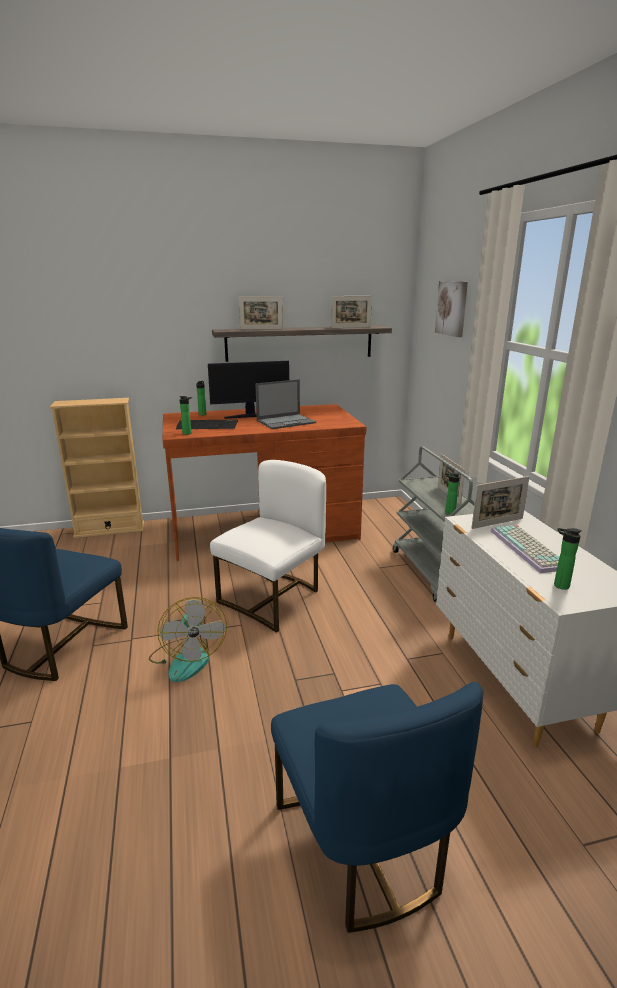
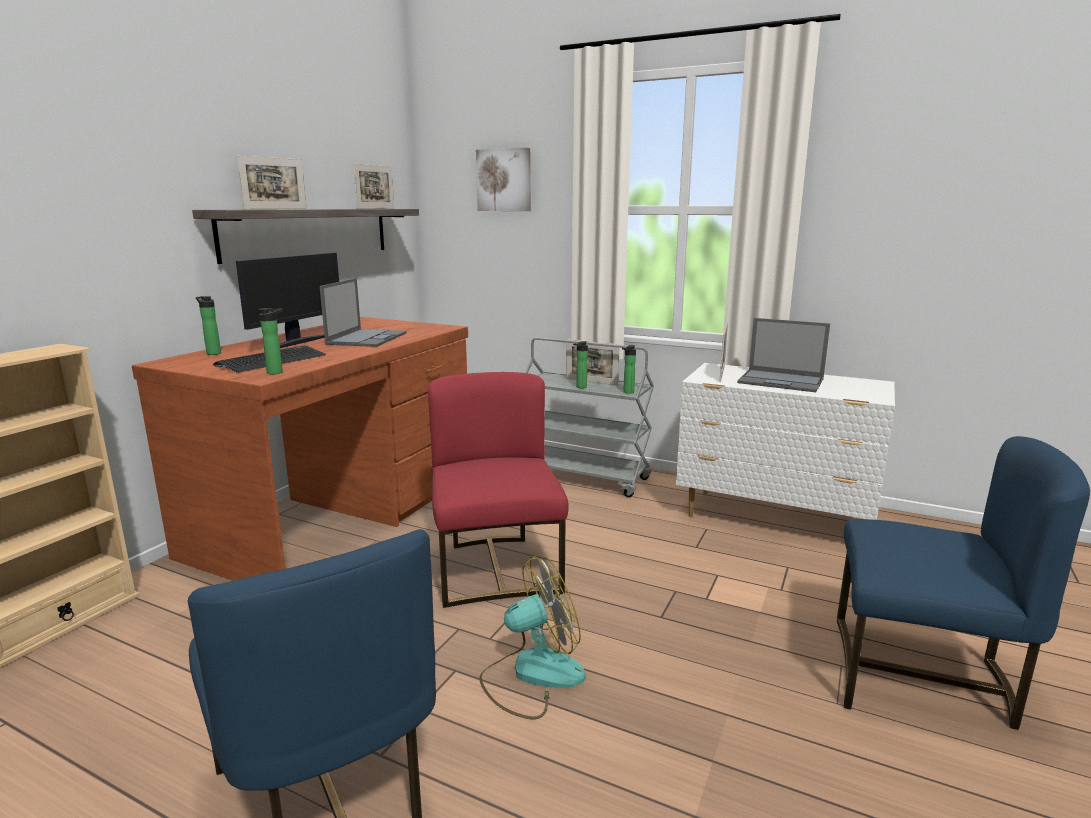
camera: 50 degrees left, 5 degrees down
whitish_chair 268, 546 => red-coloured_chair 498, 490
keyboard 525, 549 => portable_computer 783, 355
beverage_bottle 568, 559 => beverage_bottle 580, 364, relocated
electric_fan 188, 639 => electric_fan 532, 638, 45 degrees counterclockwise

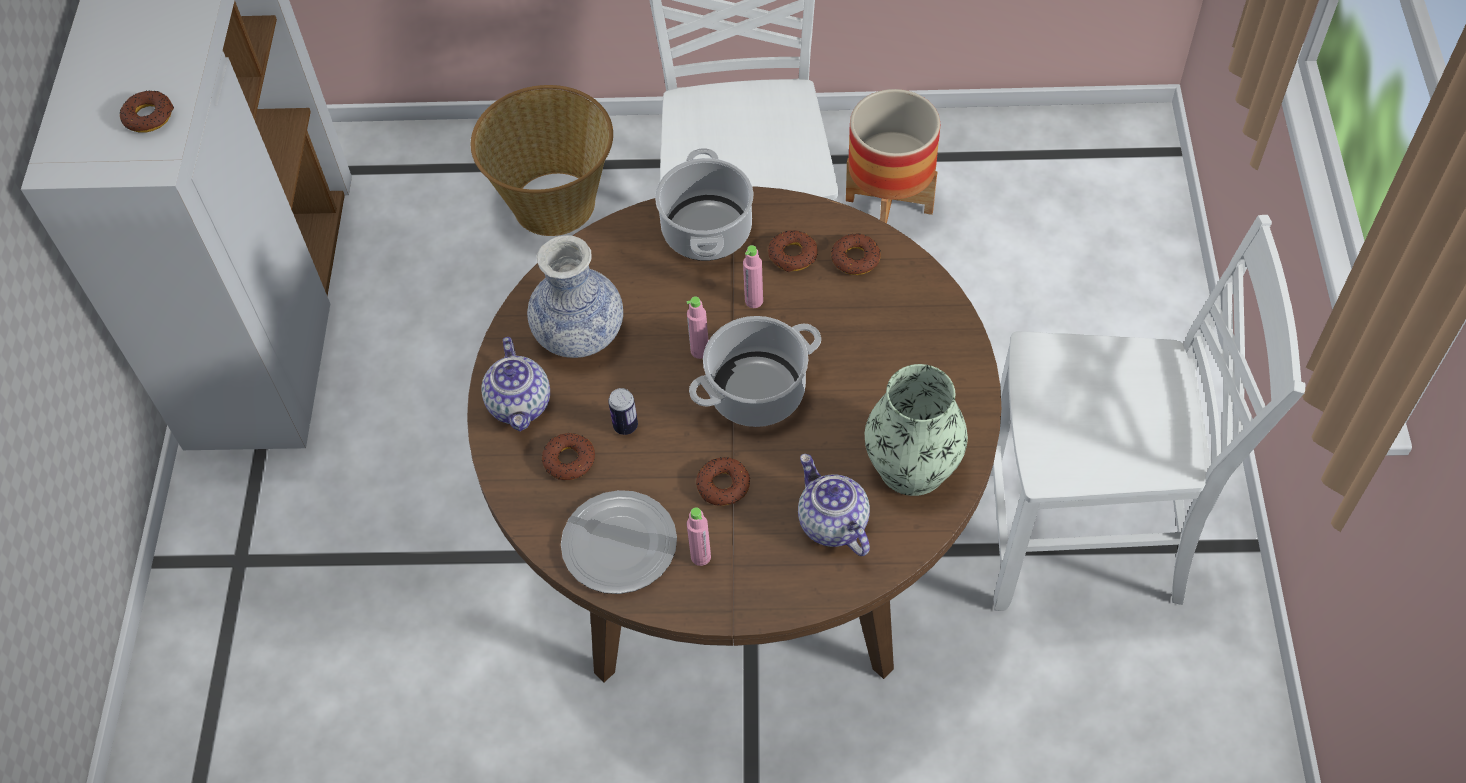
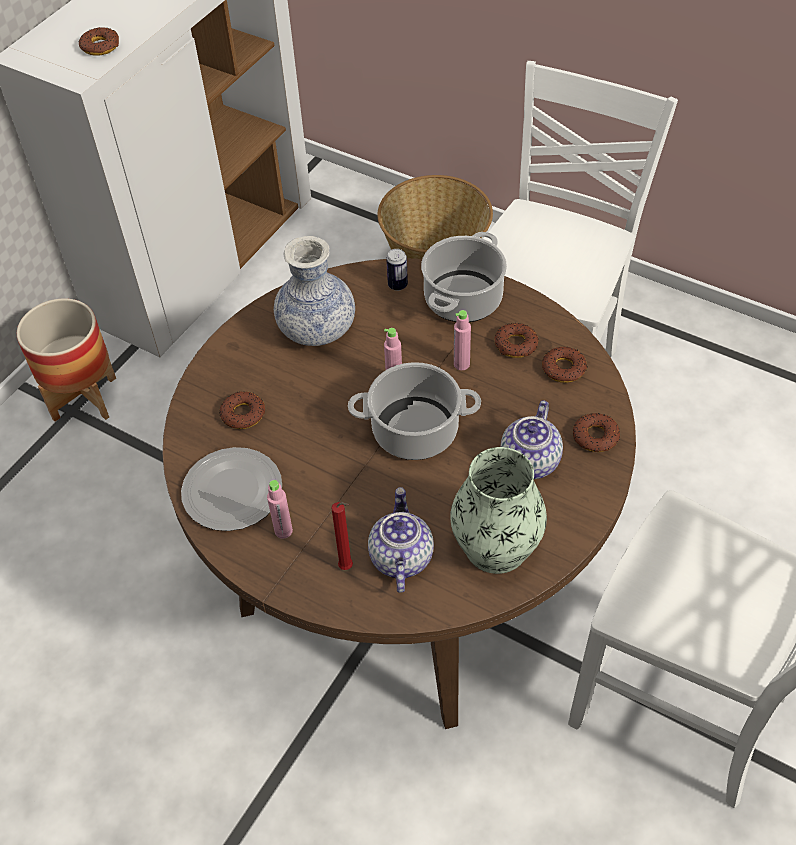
camera: 30 degrees right, 5 degrees down
plant_pot 893, 156 => plant_pot 66, 360, relocated
tea_pot 516, 384 => tea_pot 531, 439, relocated
sealed_can 623, 411 => sealed_can 397, 270, relocated
donut 723, 481 => donut 596, 432, relocated
nothing => red-coloured_wax_light 342, 536

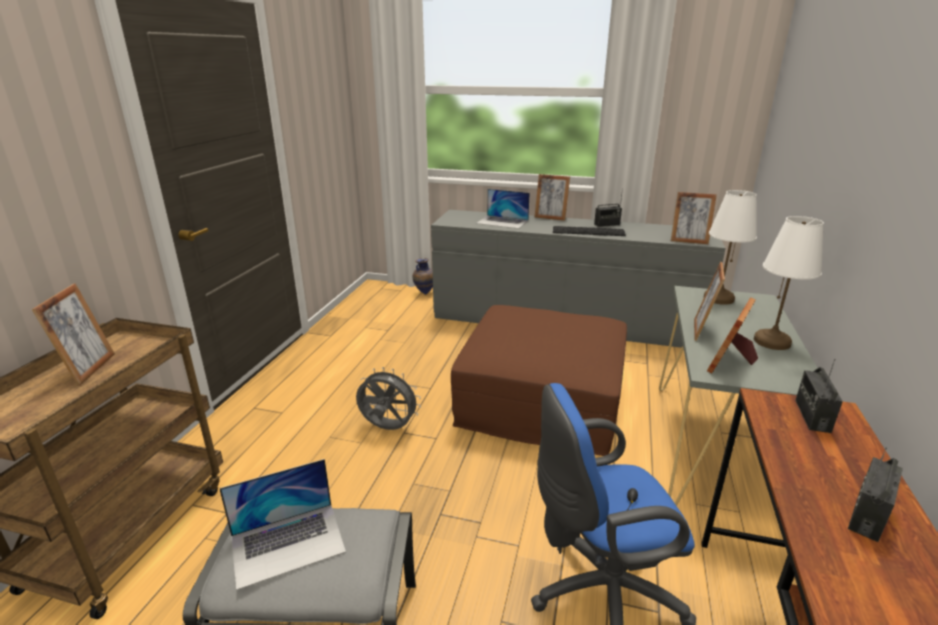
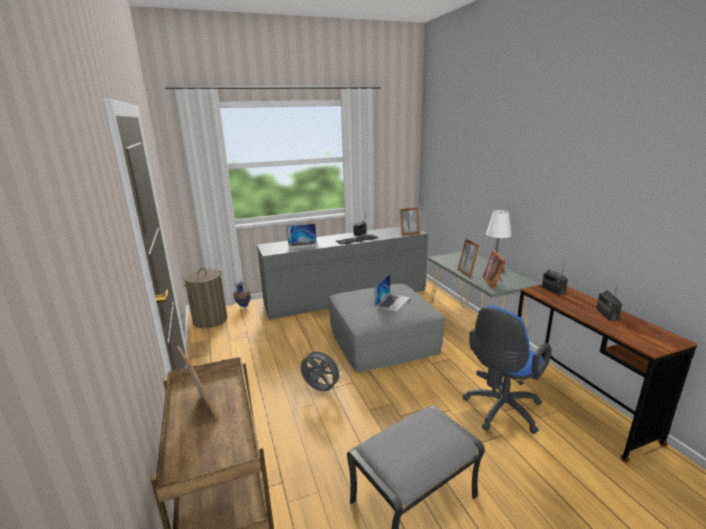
camera: 35 degrees left, 5 degrees down
standing_frame 552, 197 => nothing
whitish_tabletop_lamp 730, 247 => nothing
brown-coloured_footrest 539, 380 => gray_footrest 386, 328
gray_electric_fan 388, 398 => gray_electric_fan 322, 369, 45 degrees clockwise
portable_computer 282, 524 => portable_computer 393, 293, relocated
nothing => laundry_basket 205, 298

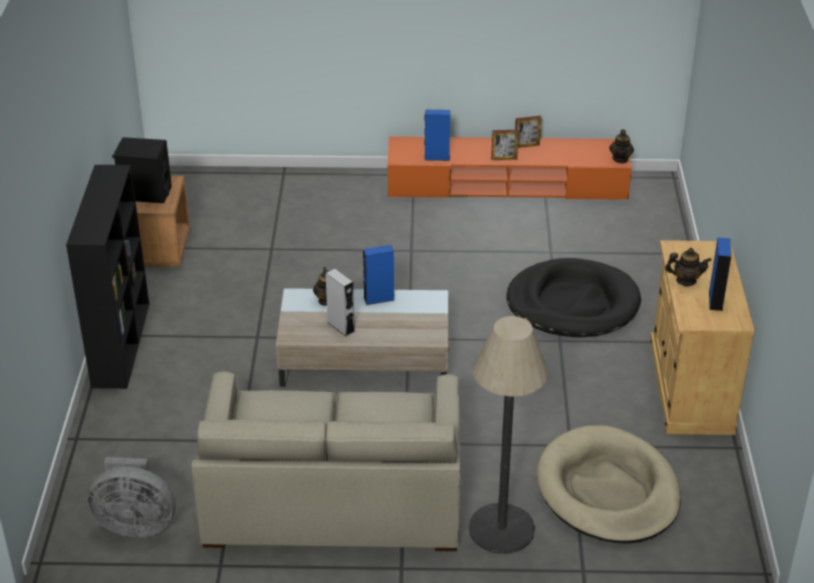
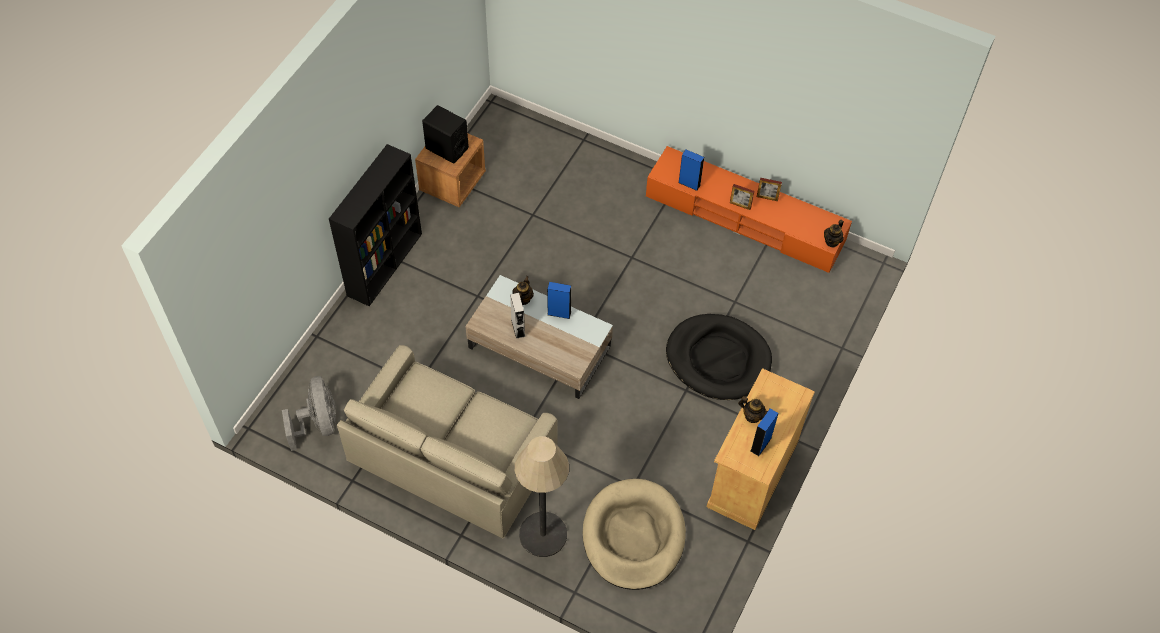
camera: 25 degrees right, 20 degrees up
gray_electric_fan 132, 497 => gray_electric_fan 309, 413, 135 degrees counterclockwise

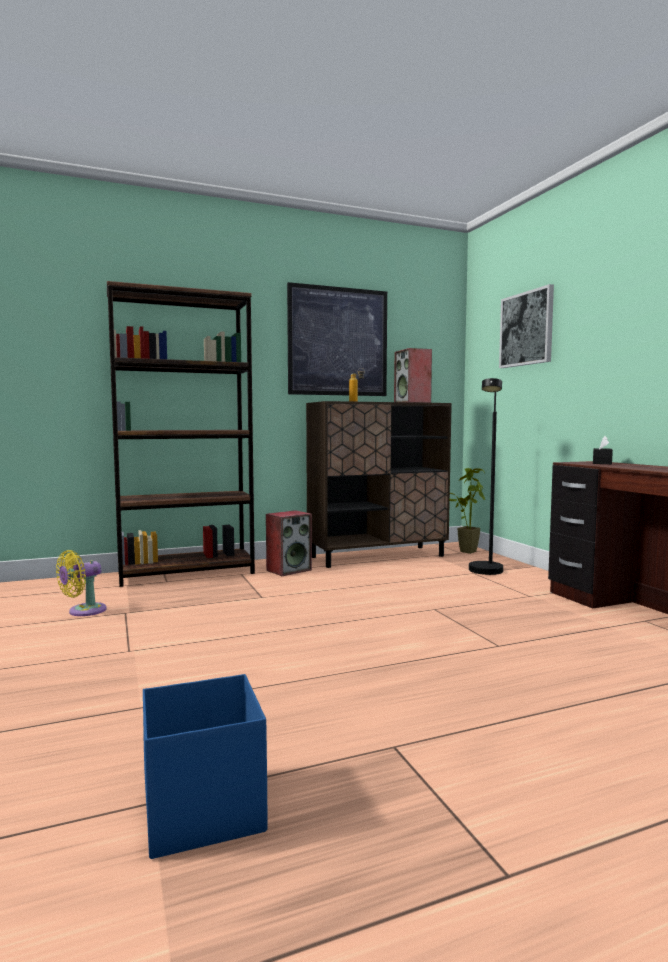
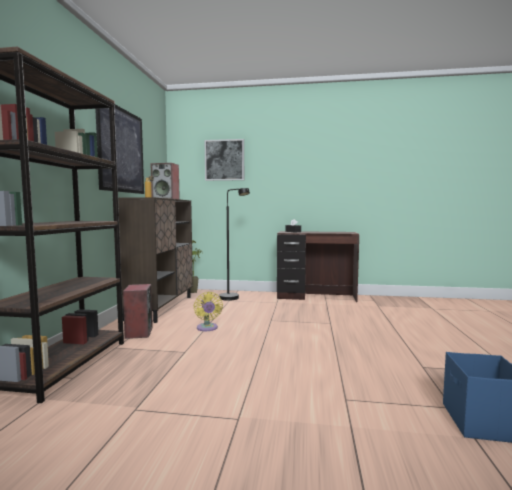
camera: 60 degrees left, 0 degrees up
yellow-coloured_electric_fan 81, 583 => yellow-coloured_electric_fan 208, 311, relocated

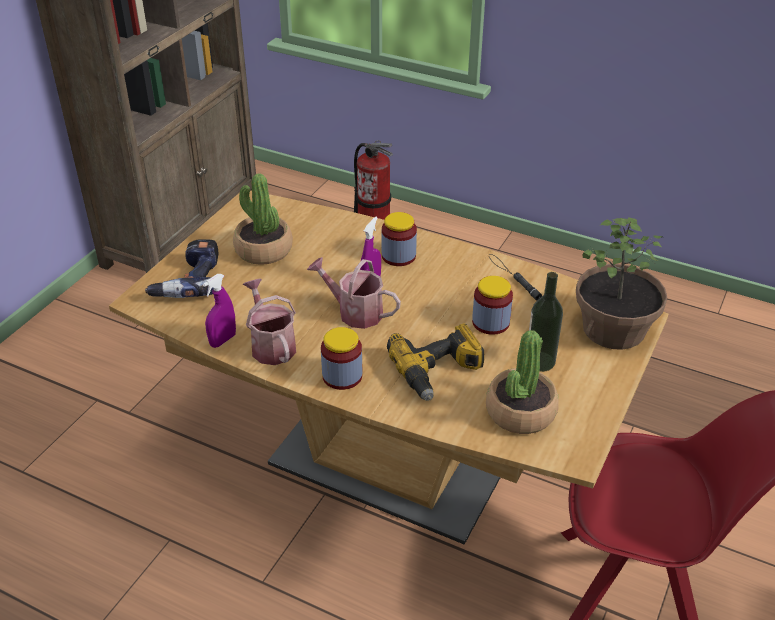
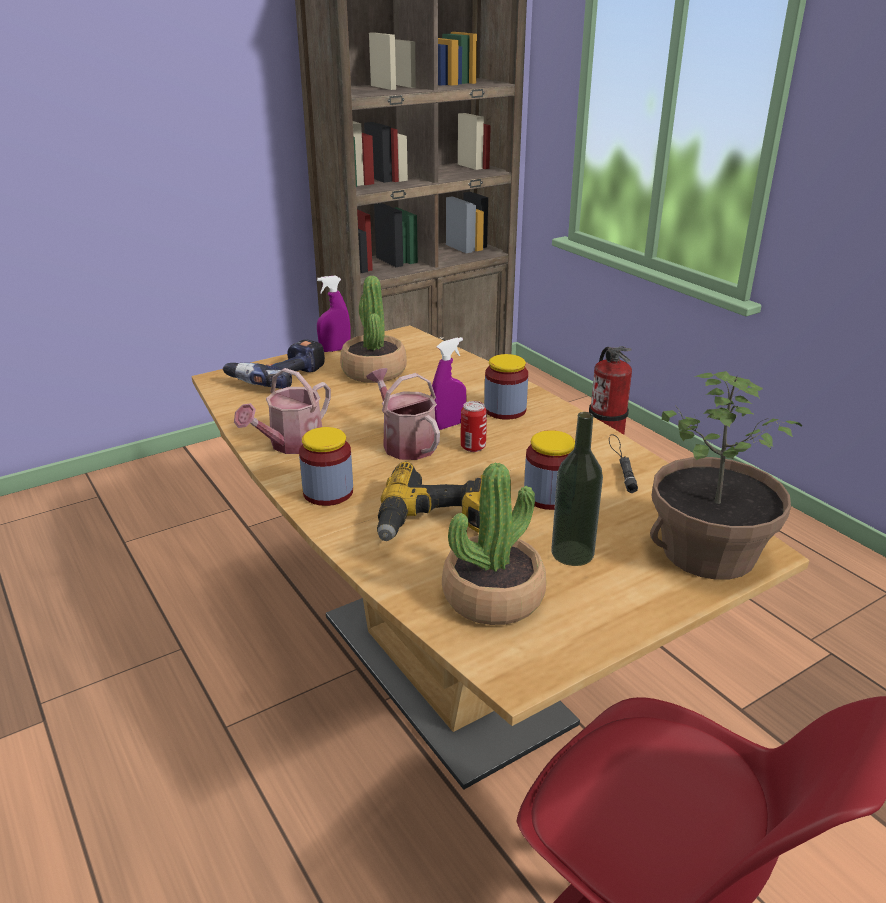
camera: 30 degrees right, 10 degrees down
purple_sprayer 219, 311 => purple_sprayer 333, 314, relocated
sprinkling_can 269, 322 => sprinkling_can 282, 411, 150 degrees counterclockwise
nothing => sealed_can 474, 426

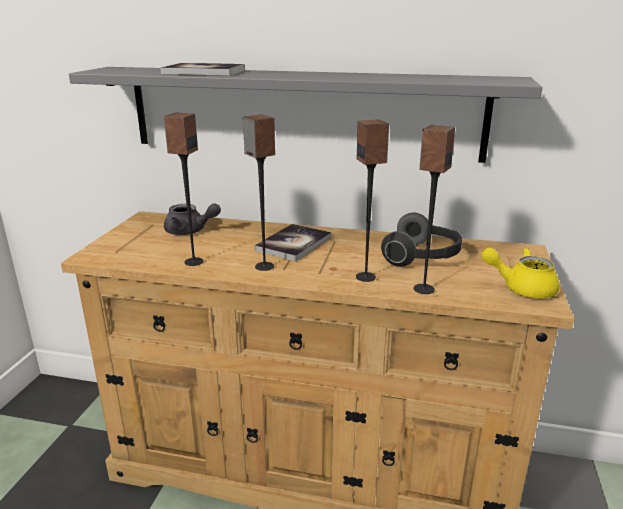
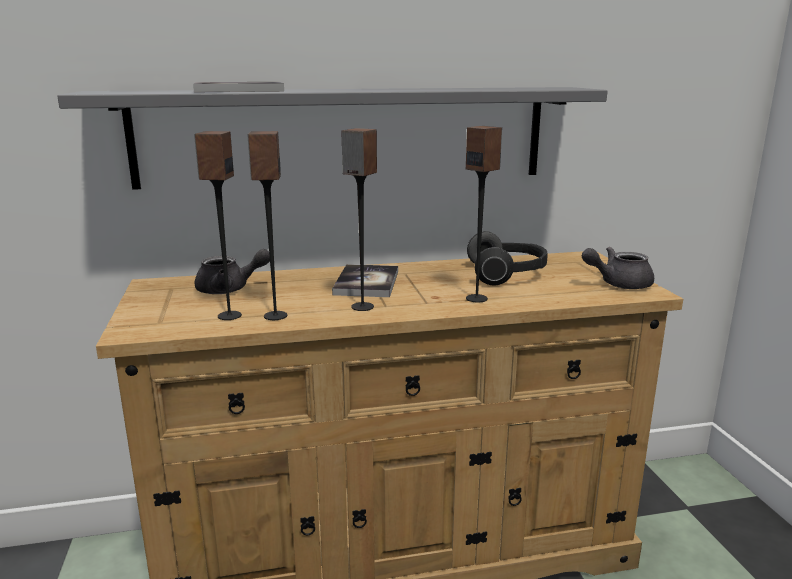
camera: 25 degrees left, 5 degrees down
loudspeaker 434, 209 => loudspeaker 218, 225, relocated
yellow-coloured_tea_pot 520, 273 => gray_tea_pot 618, 268

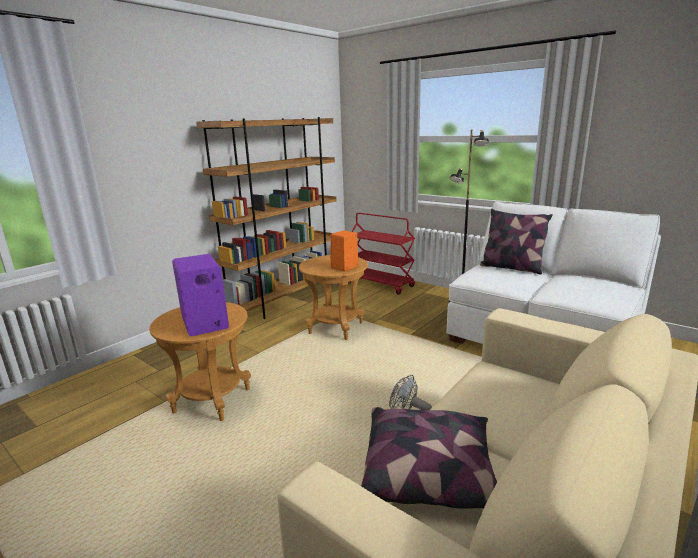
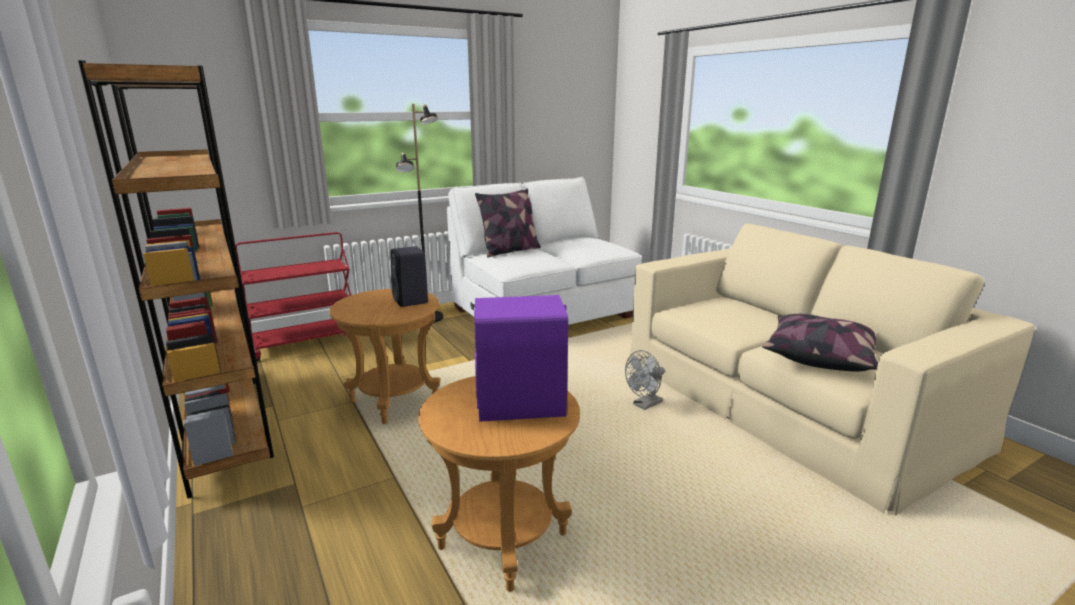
camera: 70 degrees left, 0 degrees up
orange-coloured_loudspeaker 344, 250 => black_loudspeaker 409, 276

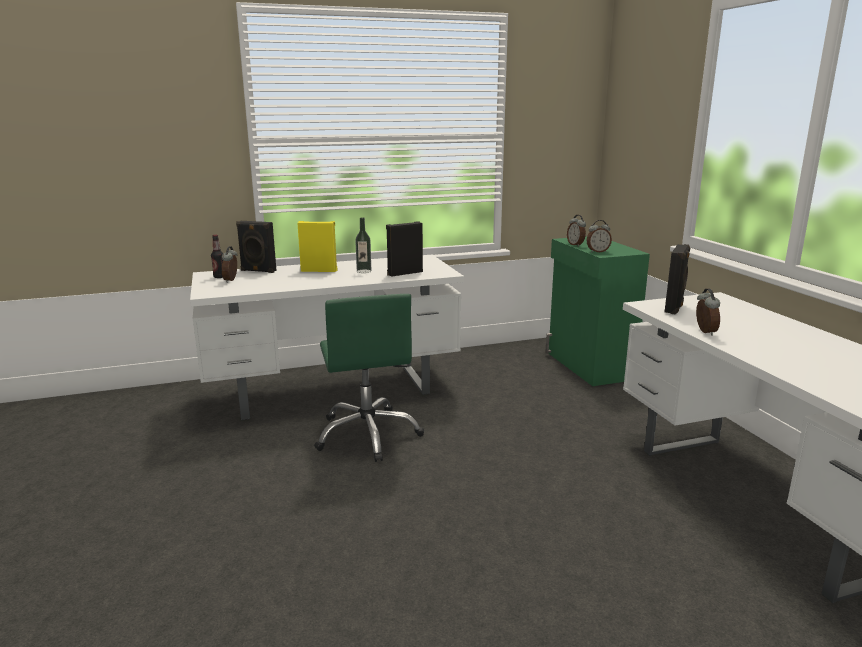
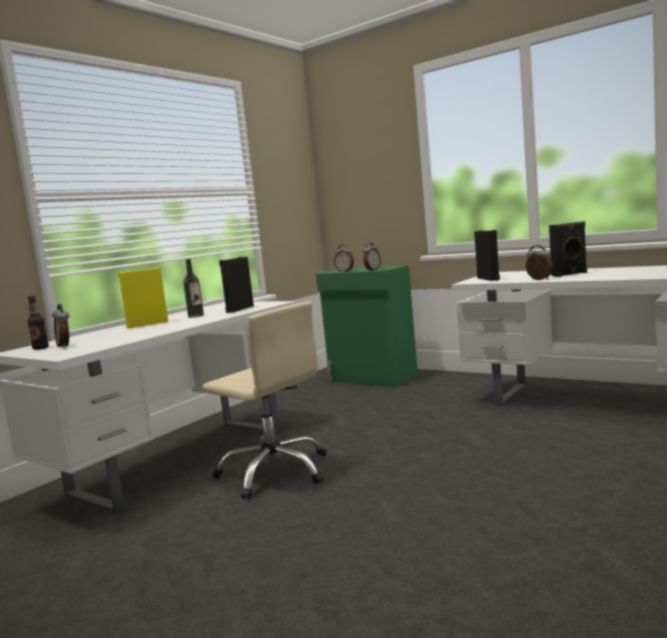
camera: 35 degrees left, 10 degrees down
black_loudspeaker 256, 247 => black_loudspeaker 568, 249, relocated
green-coloured_office_chair 369, 378 => beige_office_chair 264, 400

